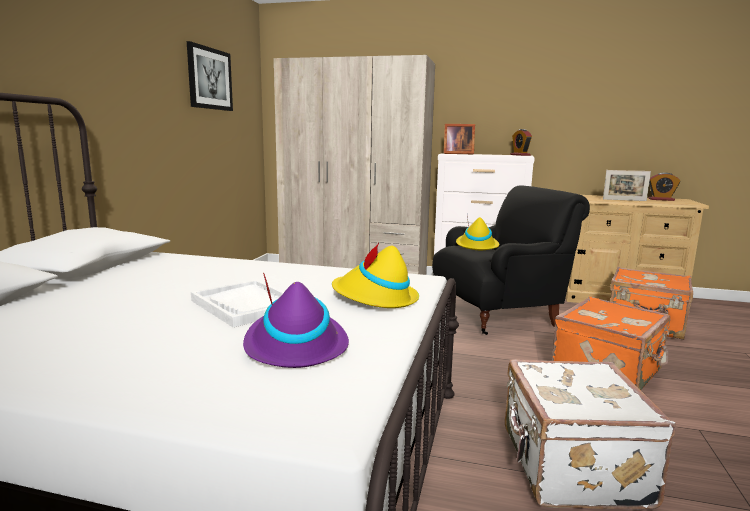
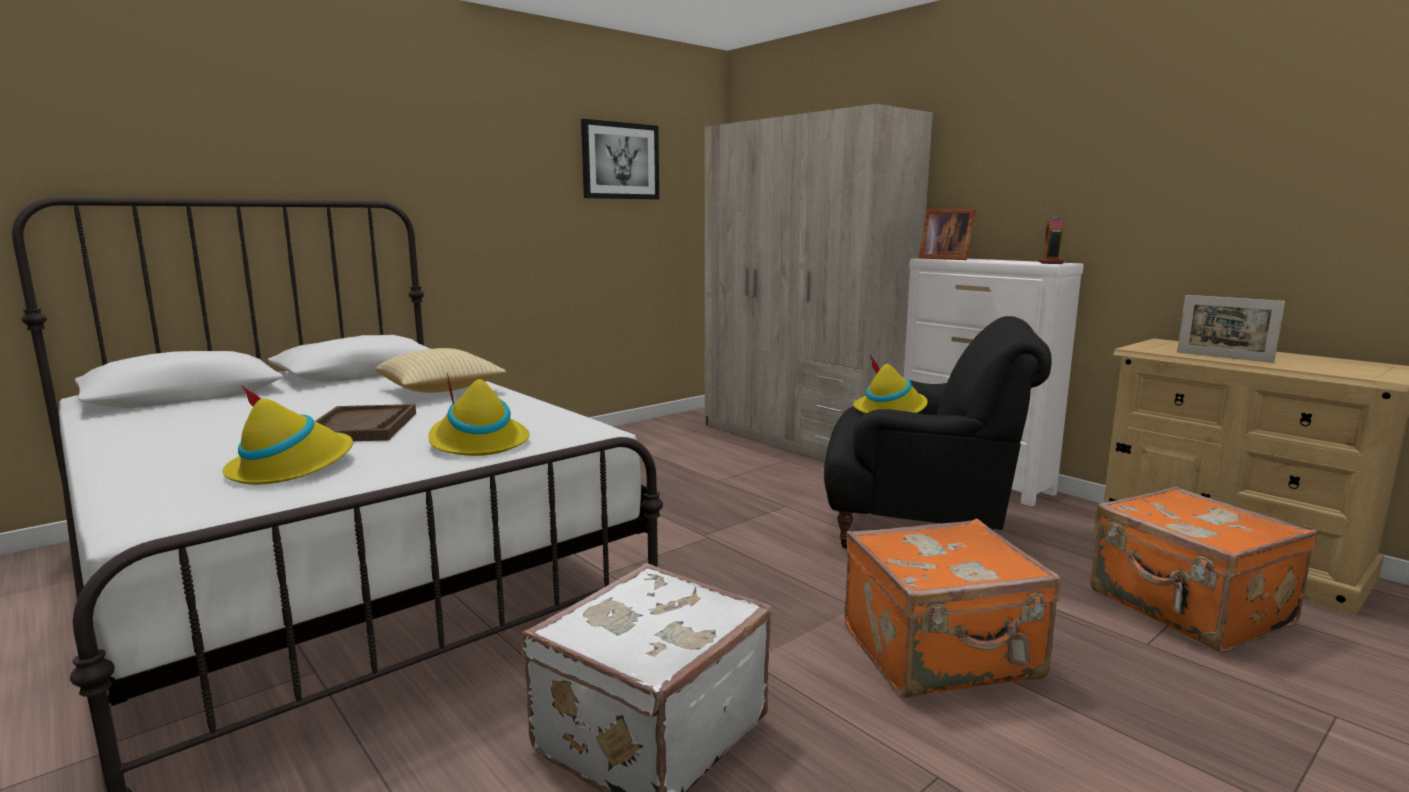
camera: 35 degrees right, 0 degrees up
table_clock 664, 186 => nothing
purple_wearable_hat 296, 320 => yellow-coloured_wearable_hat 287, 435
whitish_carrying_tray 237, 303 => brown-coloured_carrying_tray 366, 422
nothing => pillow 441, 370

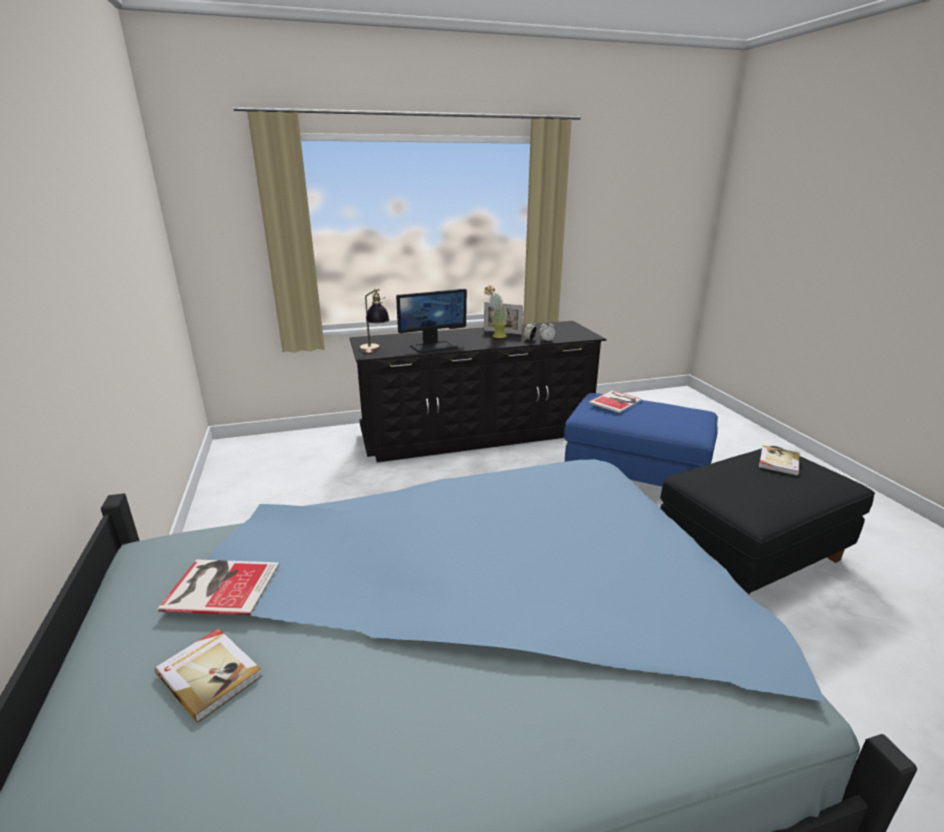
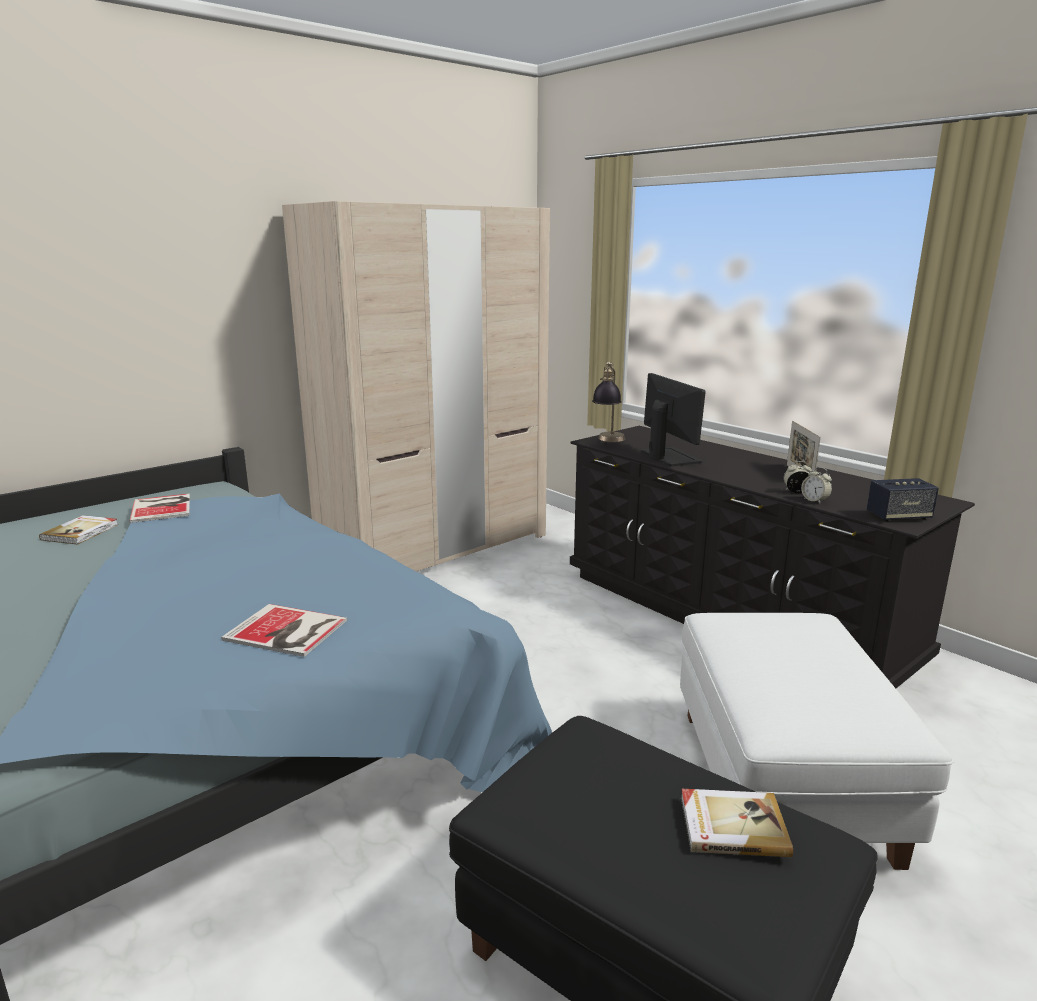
camera: 65 degrees right, 5 degrees down
potted_plant 496, 311 => nothing
computer_display 431, 321 => computer_display 673, 419, 150 degrees counterclockwise
book 615, 401 => book 284, 630, relocated
blue-coloured_footrest 641, 440 => whitish_footrest 817, 741
nothing => beige_armoire 416, 386
nothing => loudspeaker 903, 499

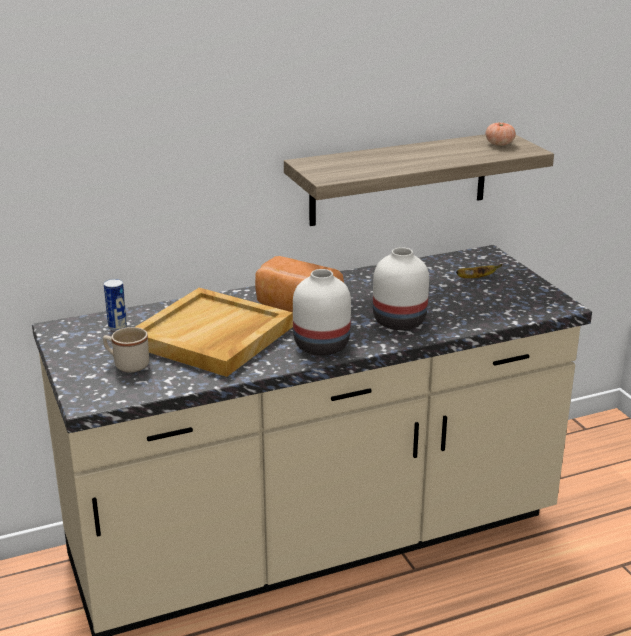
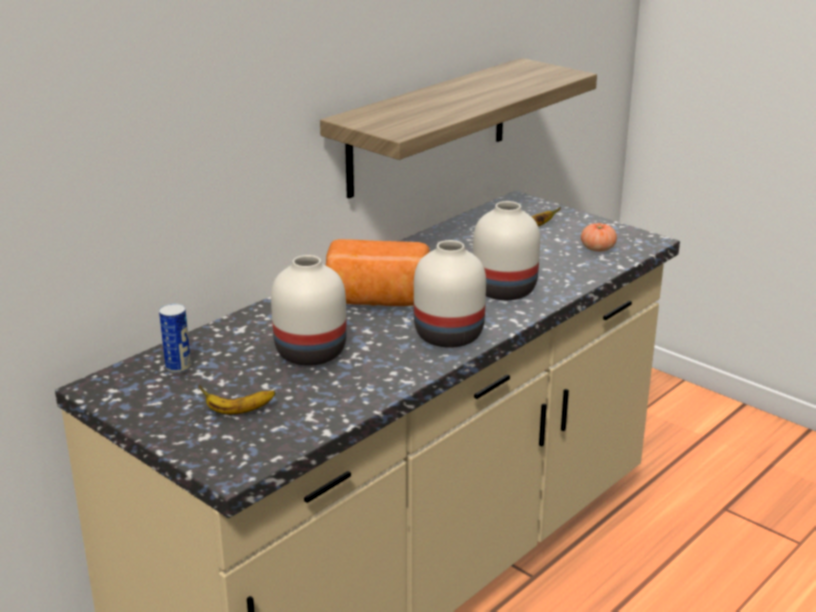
camera: 25 degrees left, 0 degrees up
whole_tomato 501, 134 => whole_tomato 599, 237, relocated
beige_carrying_tray 214, 332 => whitish_vase 309, 310
beige_mug 126, 349 => banana_fruit 237, 400

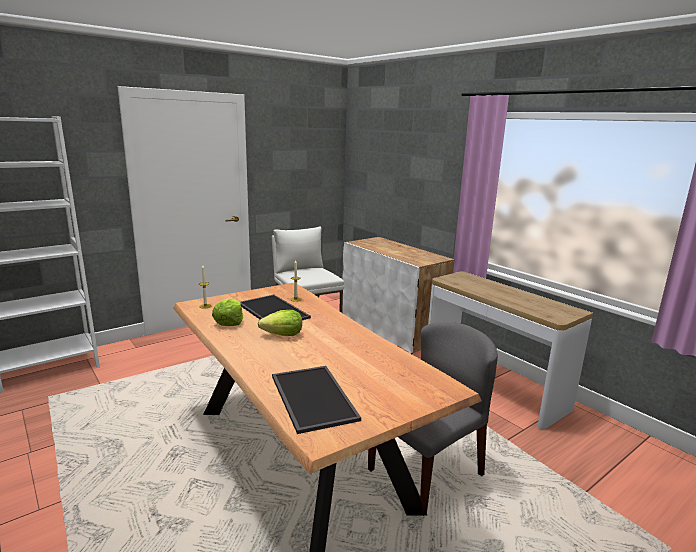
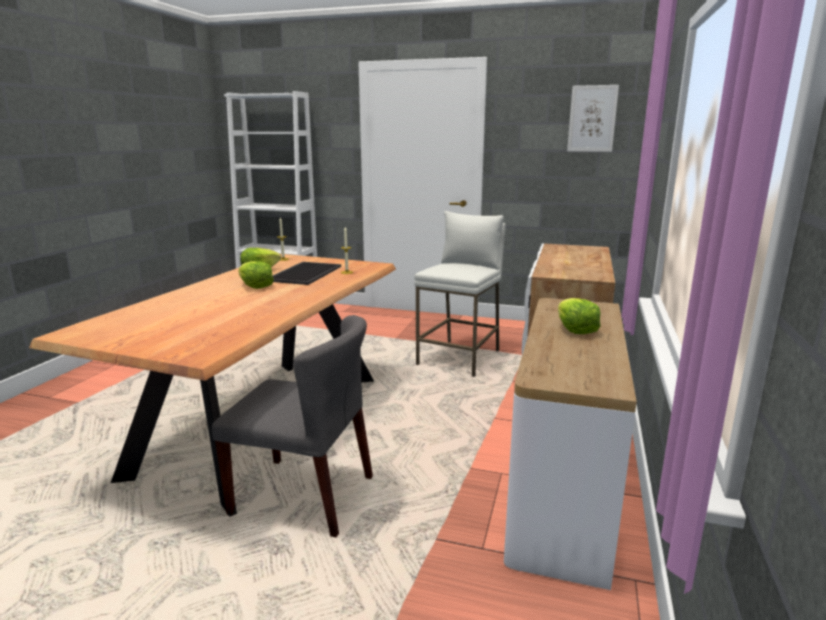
camera: 55 degrees right, 0 degrees up
carrying_tray 316, 400 => nothing
nothing => picture 593, 118
nothing => head_of_lettuce 579, 316

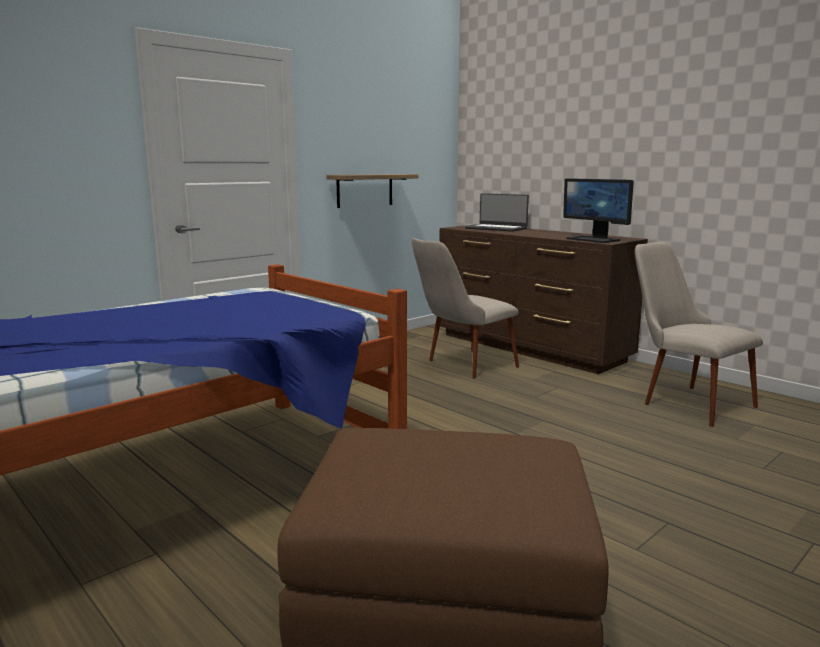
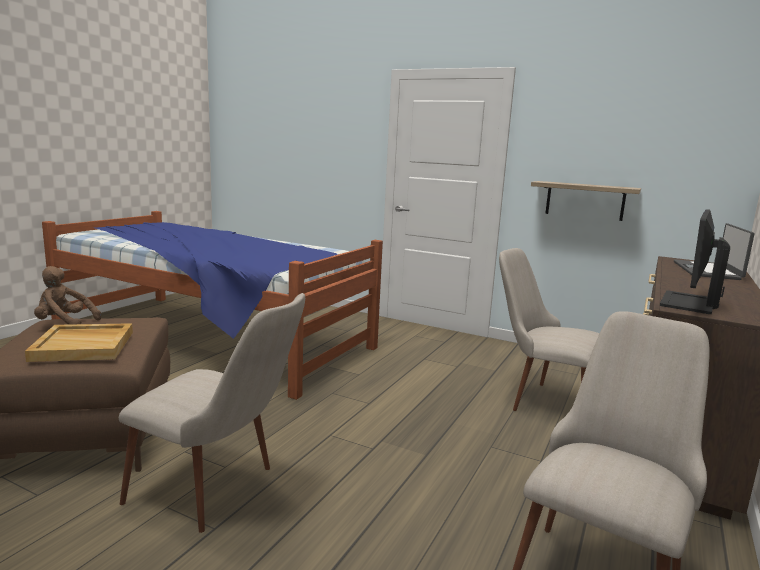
camera: 70 degrees right, 0 degrees up
nothing => brown-coloured_cuddly_toy 67, 295
nothing => beige_chair 212, 413
nothing => beige_carrying_tray 79, 342

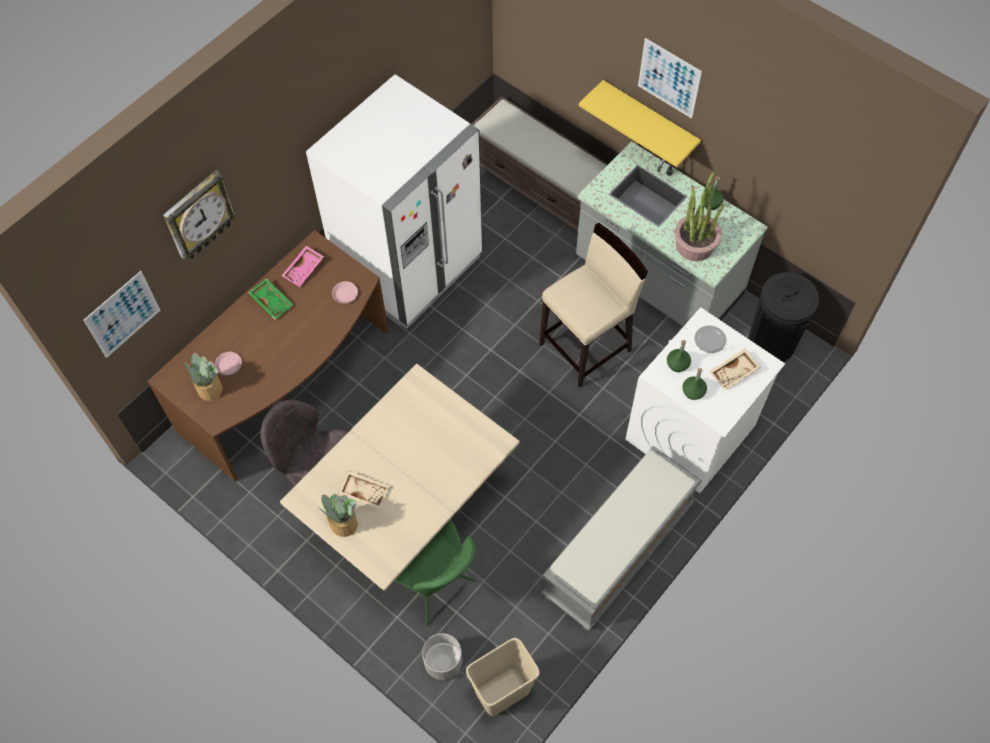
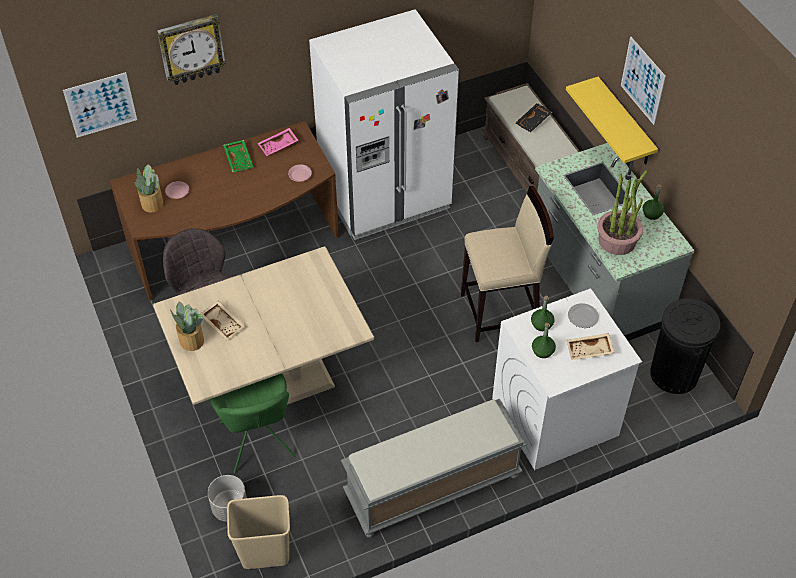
camera: 25 degrees right, 10 degrees down
nothing => black_carrying_tray 534, 117

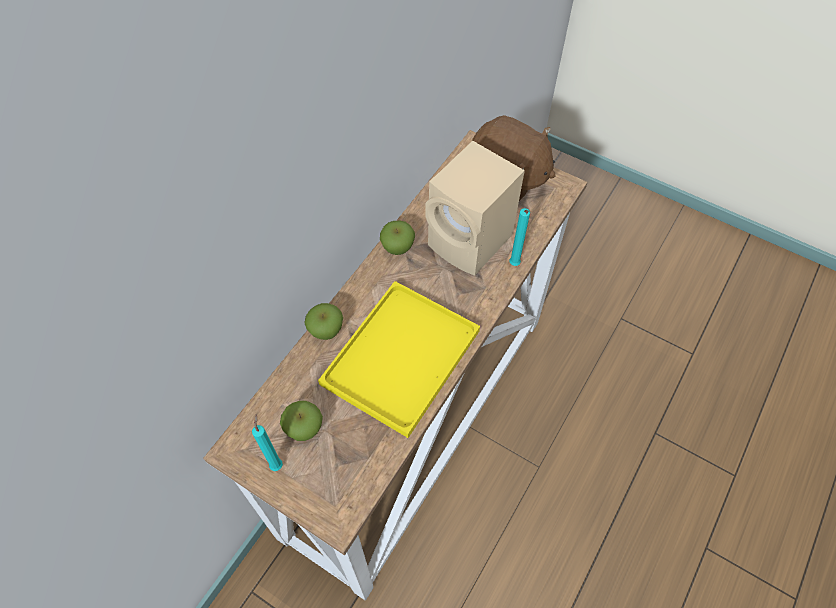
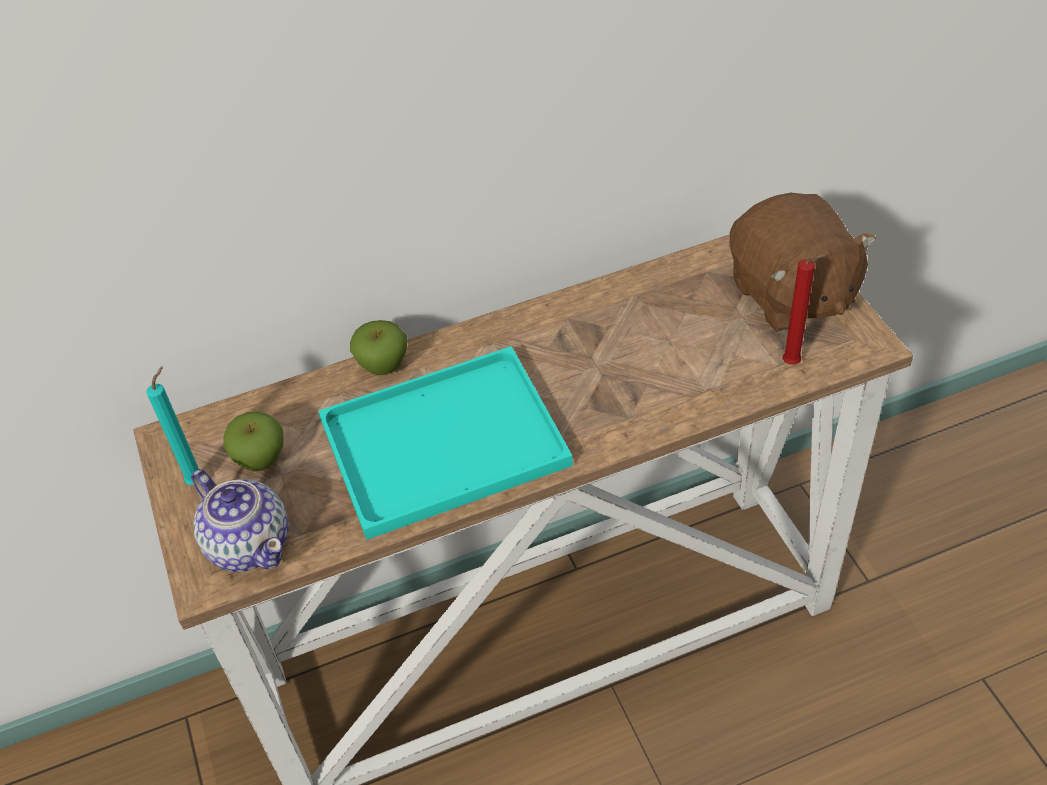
camera: 40 degrees right, 10 degrees down
beige_loudspeaker 475, 208 => nothing
turquoise_wax_light 519, 237 => nothing
whole_apple 397, 238 => nothing
yellow-coloured_carrying_tray 399, 359 => turquoise_carrying_tray 445, 443
nothing => red-coloured_wax_light 804, 309
nothing => tea_pot 240, 520

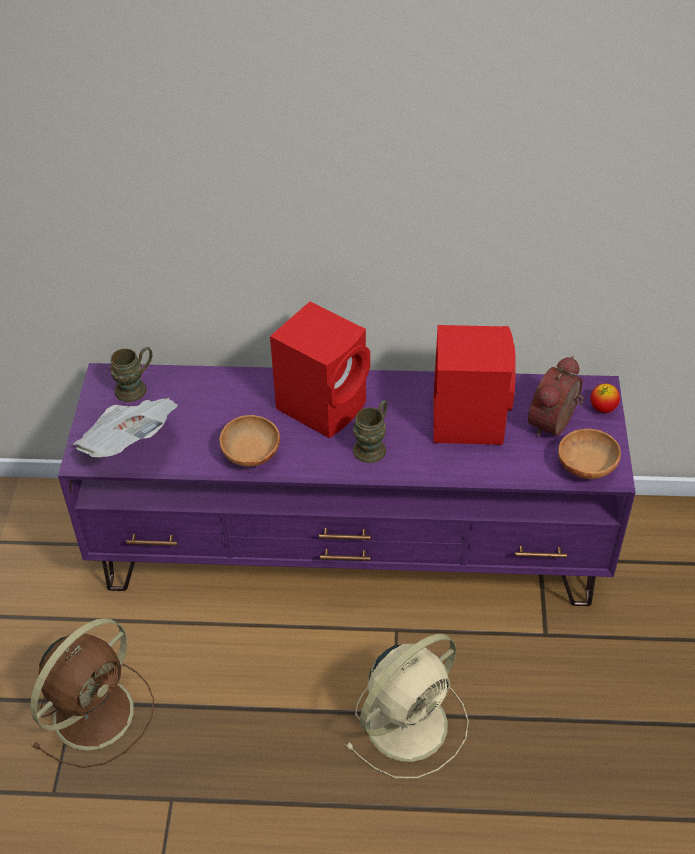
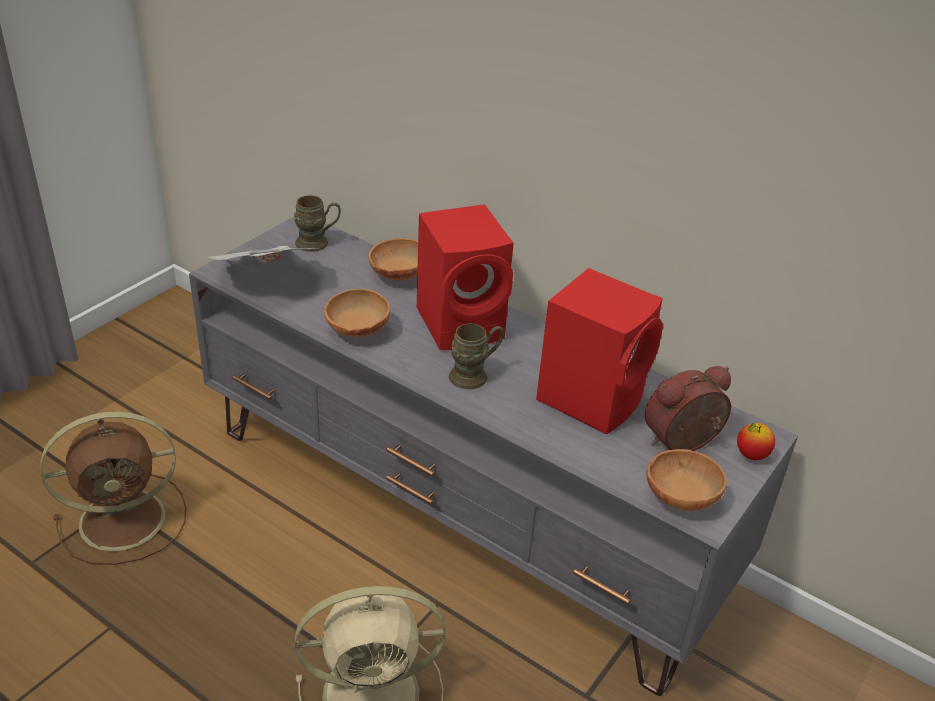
camera: 30 degrees right, 10 degrees down
purple_tv_stand 347, 484 => gray_tv_stand 493, 456
nothing => brown-coloured_bowl 393, 259

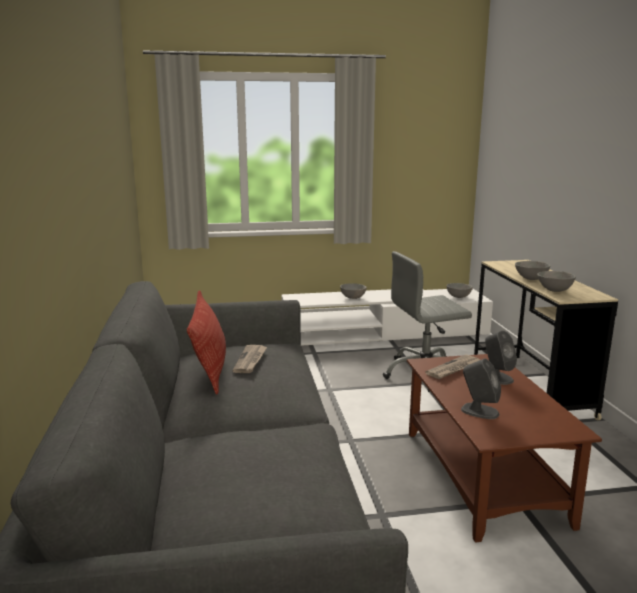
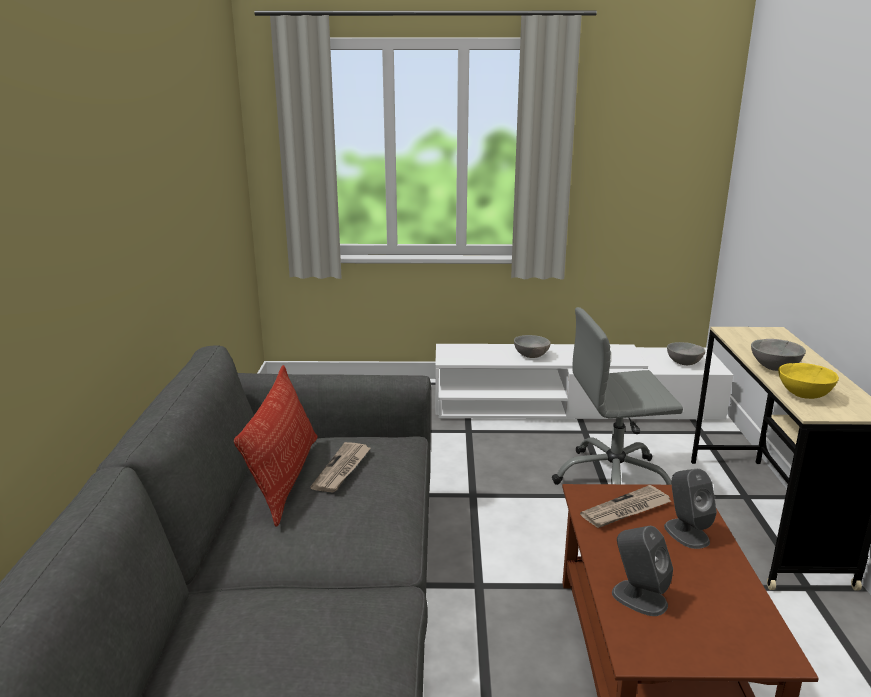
camera: 10 degrees right, 5 degrees up
gray_bowl 556, 281 => yellow-coloured_bowl 808, 381

